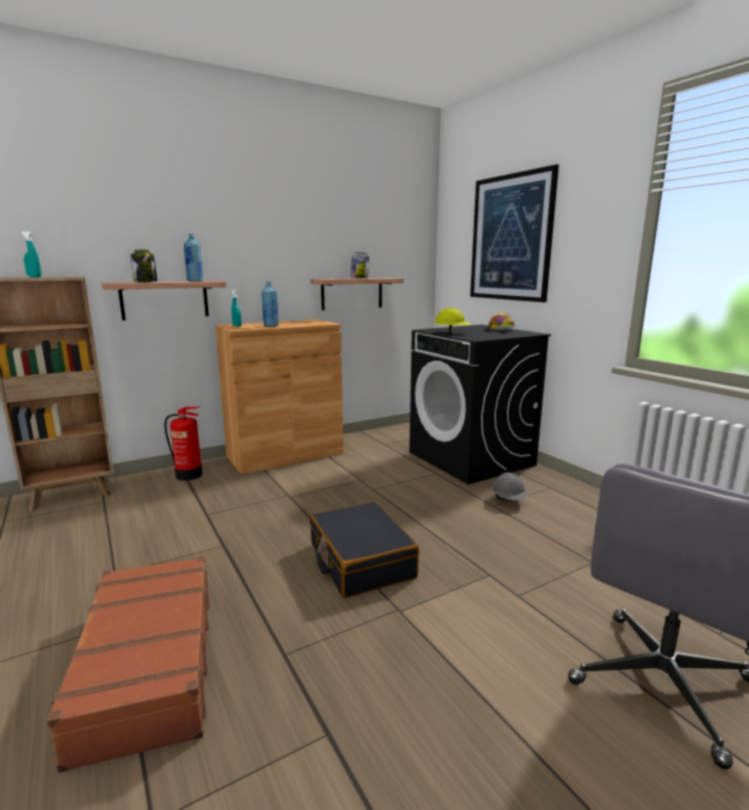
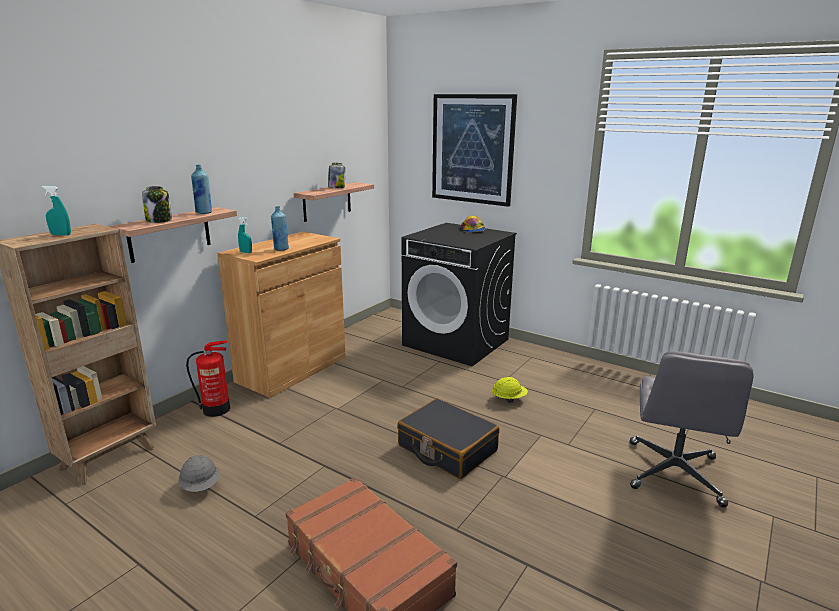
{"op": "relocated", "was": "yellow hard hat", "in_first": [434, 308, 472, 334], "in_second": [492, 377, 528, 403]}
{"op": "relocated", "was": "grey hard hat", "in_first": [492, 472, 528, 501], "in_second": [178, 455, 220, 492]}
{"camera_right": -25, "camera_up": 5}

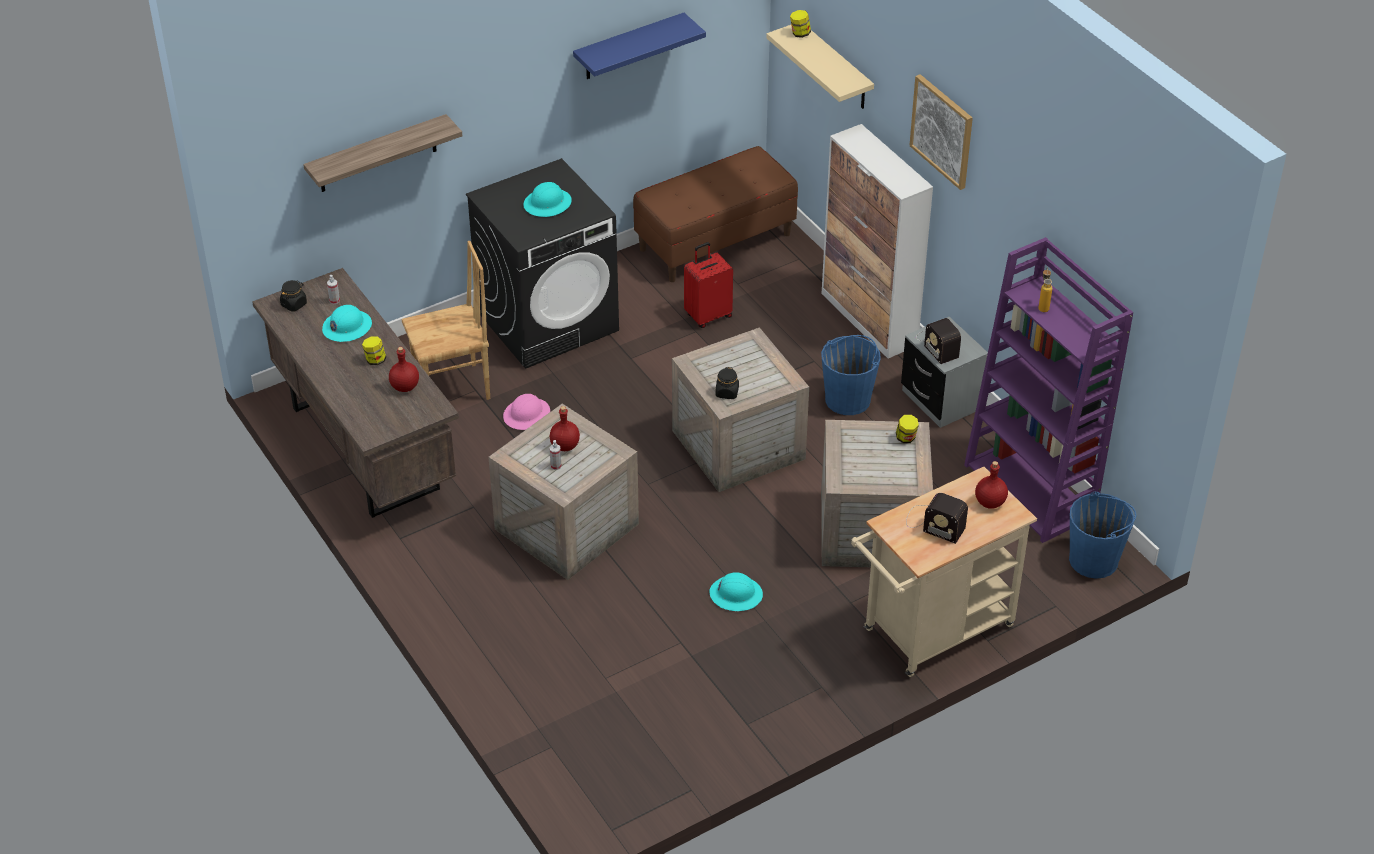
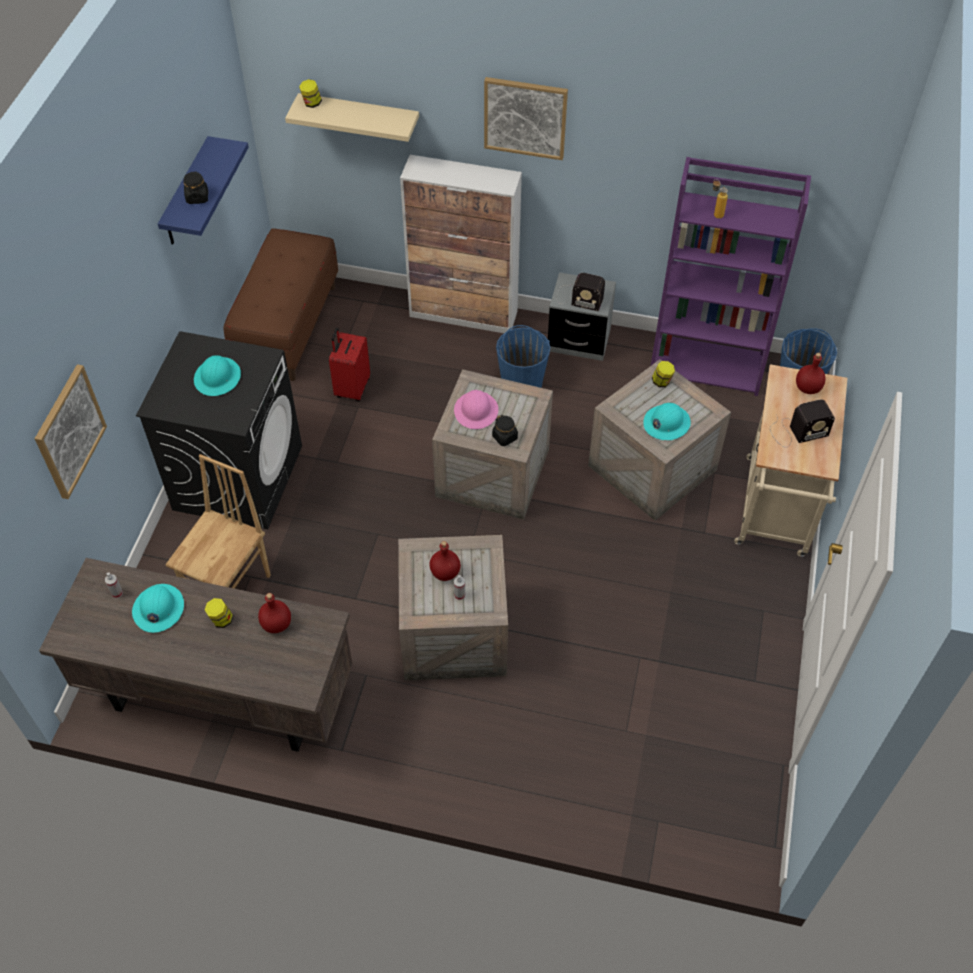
{"op": "exchanged", "was": "shelf", "now": "picture", "in_first": [303, 114, 462, 192], "in_second": [35, 364, 107, 499]}
{"op": "relocated", "was": "black jar", "in_first": [280, 280, 307, 312], "in_second": [183, 171, 208, 204]}
{"op": "relocated", "was": "pink hard hat", "in_first": [503, 394, 550, 430], "in_second": [454, 390, 498, 429]}
{"op": "relocated", "was": "turquoise hard hat", "in_first": [709, 572, 763, 611], "in_second": [643, 403, 691, 440]}
{"camera_right": -45, "camera_up": 10}

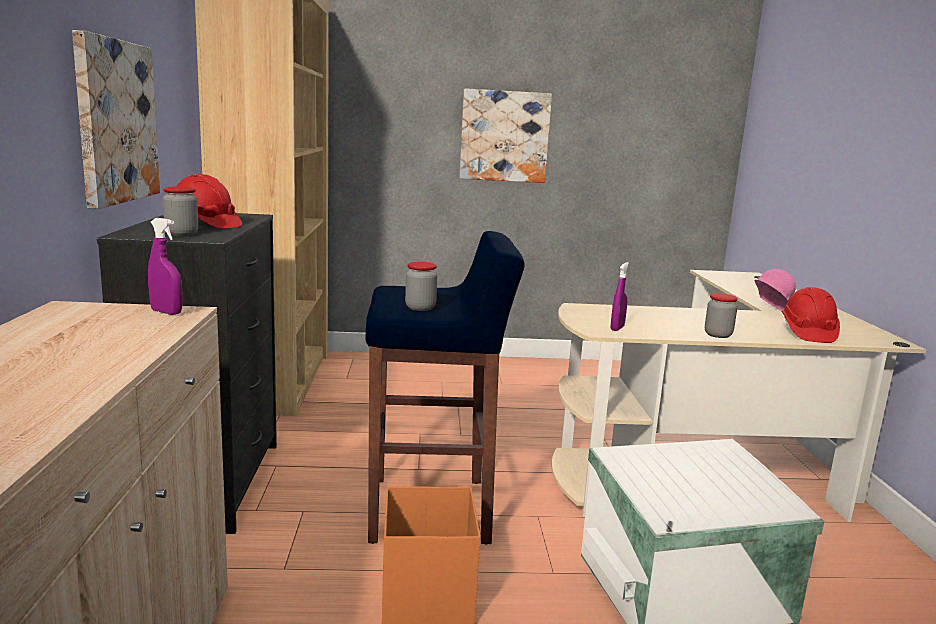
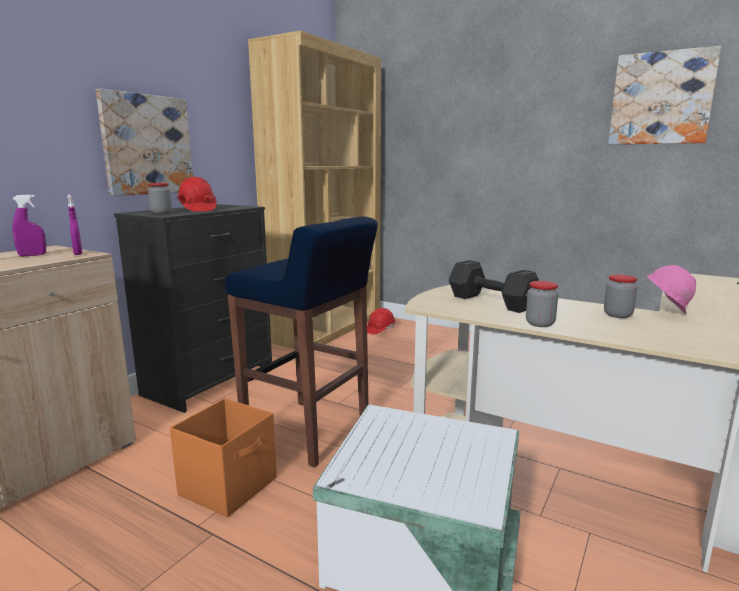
{"op": "relocated", "was": "picture", "in_first": [459, 88, 552, 183], "in_second": [608, 46, 721, 145]}
{"op": "relocated", "was": "jar", "in_first": [405, 262, 437, 311], "in_second": [604, 274, 637, 318]}
{"op": "relocated", "was": "purple spray bottle", "in_first": [611, 262, 629, 331], "in_second": [12, 195, 46, 256]}
{"op": "relocated", "was": "red hard hat", "in_first": [782, 287, 840, 343], "in_second": [367, 308, 396, 335]}
{"op": "appeared", "now": "black dumbbell", "in_second": [449, 260, 539, 313]}
{"camera_right": 35, "camera_up": 0}

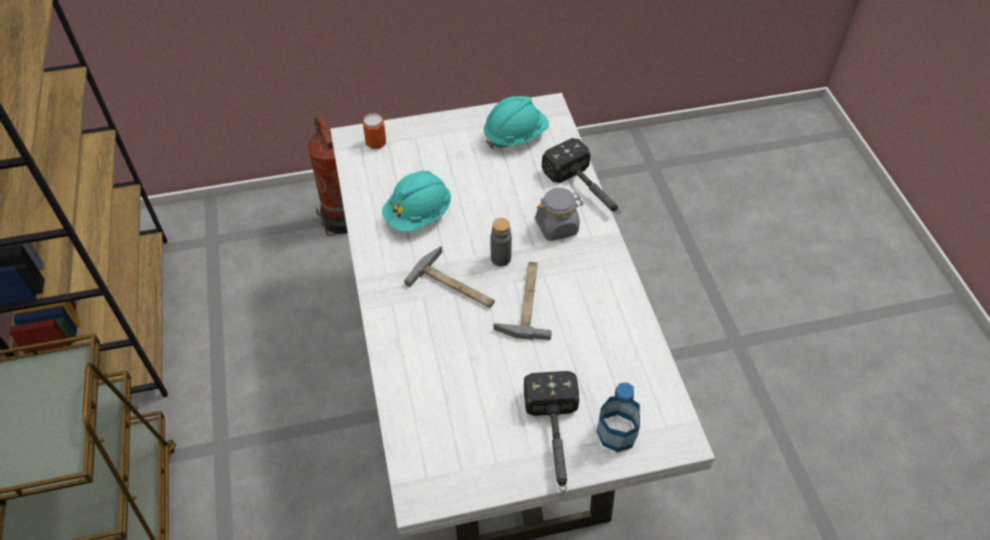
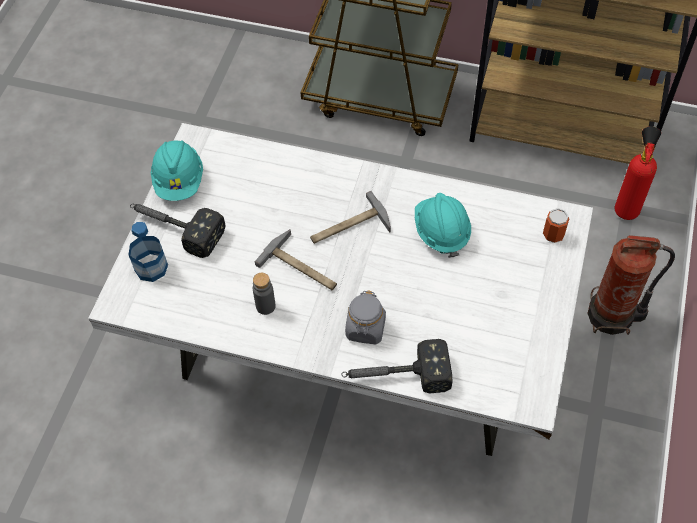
{"op": "relocated", "was": "turquoise hard hat", "in_first": [484, 96, 549, 149], "in_second": [151, 140, 203, 201]}
{"op": "relocated", "was": "grey bottle", "in_first": [491, 218, 512, 266], "in_second": [253, 273, 276, 315]}
{"op": "appeared", "now": "fire extinguisher", "in_second": [615, 126, 661, 220]}
{"camera_right": 120, "camera_up": 5}

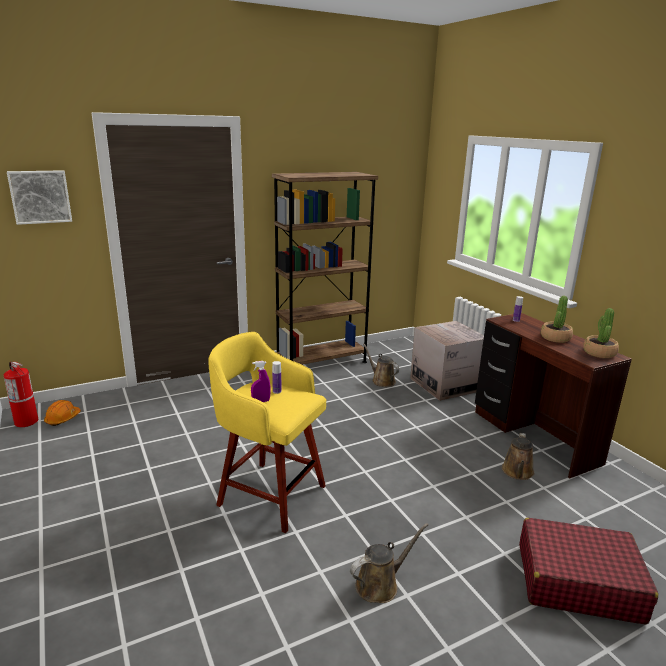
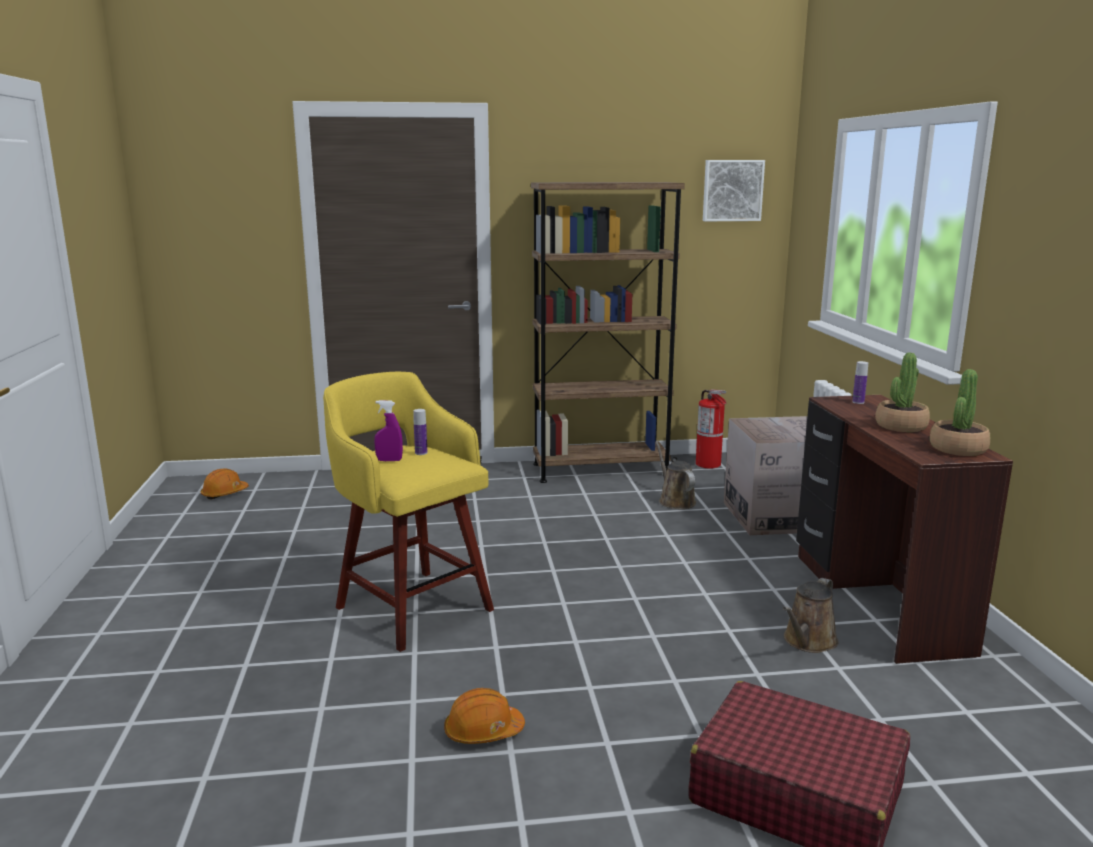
{"op": "relocated", "was": "picture", "in_first": [7, 170, 72, 225], "in_second": [703, 160, 765, 221]}
{"op": "relocated", "was": "fire extinguisher", "in_first": [4, 362, 38, 427], "in_second": [696, 389, 727, 468]}
{"op": "exchanged", "was": "brown watering can", "now": "orange hard hat", "in_first": [350, 523, 428, 603], "in_second": [444, 688, 525, 744]}
{"camera_right": 20, "camera_up": -5}

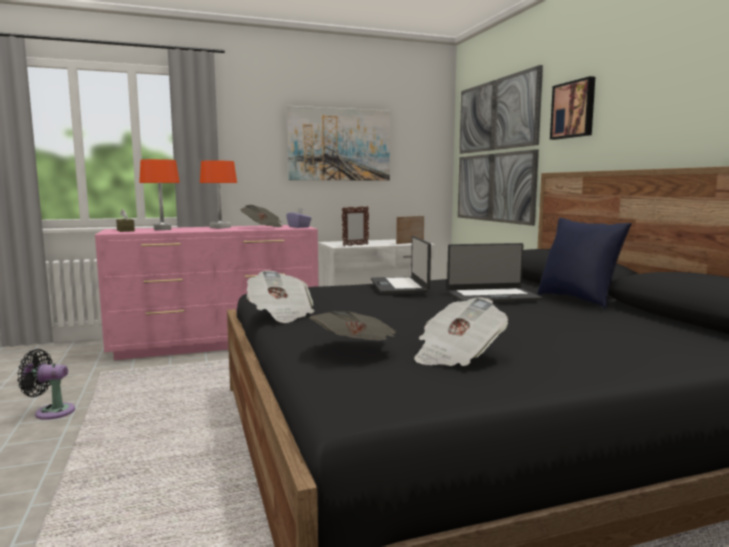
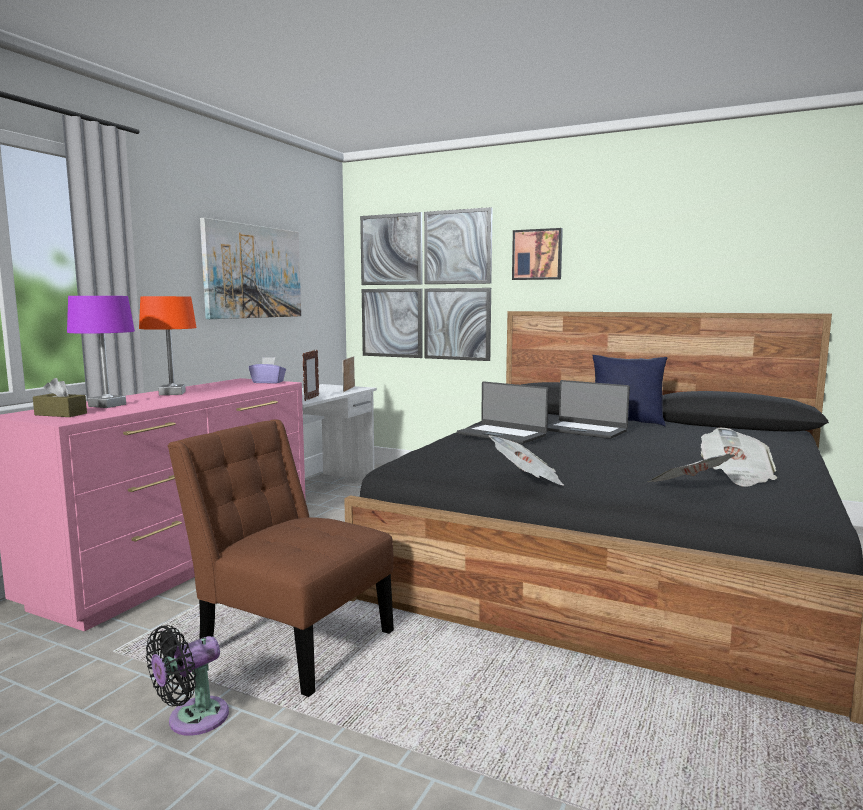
{"op": "colour", "was": "orange table lamp", "now": "purple table lamp", "in_first": [139, 159, 180, 230], "in_second": [67, 296, 135, 408]}
{"op": "missing", "was": "newspaper", "in_first": [241, 205, 283, 227]}
{"op": "spun", "was": "laptop", "in_first": [447, 243, 542, 302], "in_second": [547, 380, 630, 439], "clockwise": 90}
{"op": "appeared", "now": "brown chair", "in_second": [167, 420, 394, 697]}
{"camera_right": -45, "camera_up": 0}

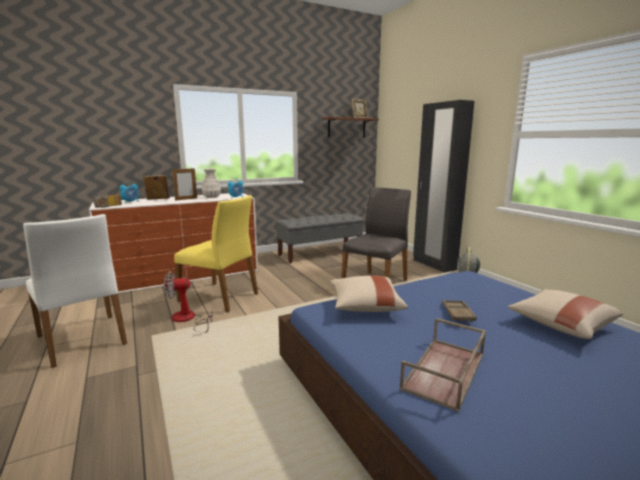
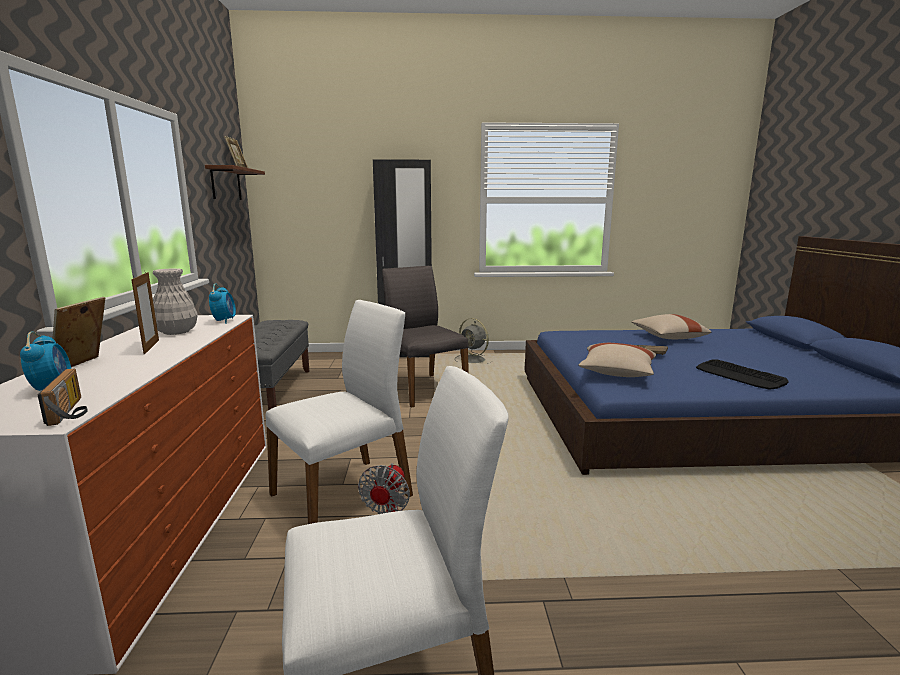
{"op": "colour", "was": "yellow chair", "now": "white chair", "in_first": [174, 195, 258, 312], "in_second": [266, 300, 413, 524]}
{"op": "exchanged", "was": "brown tray", "now": "keyboard", "in_first": [400, 318, 486, 412], "in_second": [696, 359, 789, 390]}
{"camera_right": -65, "camera_up": 0}

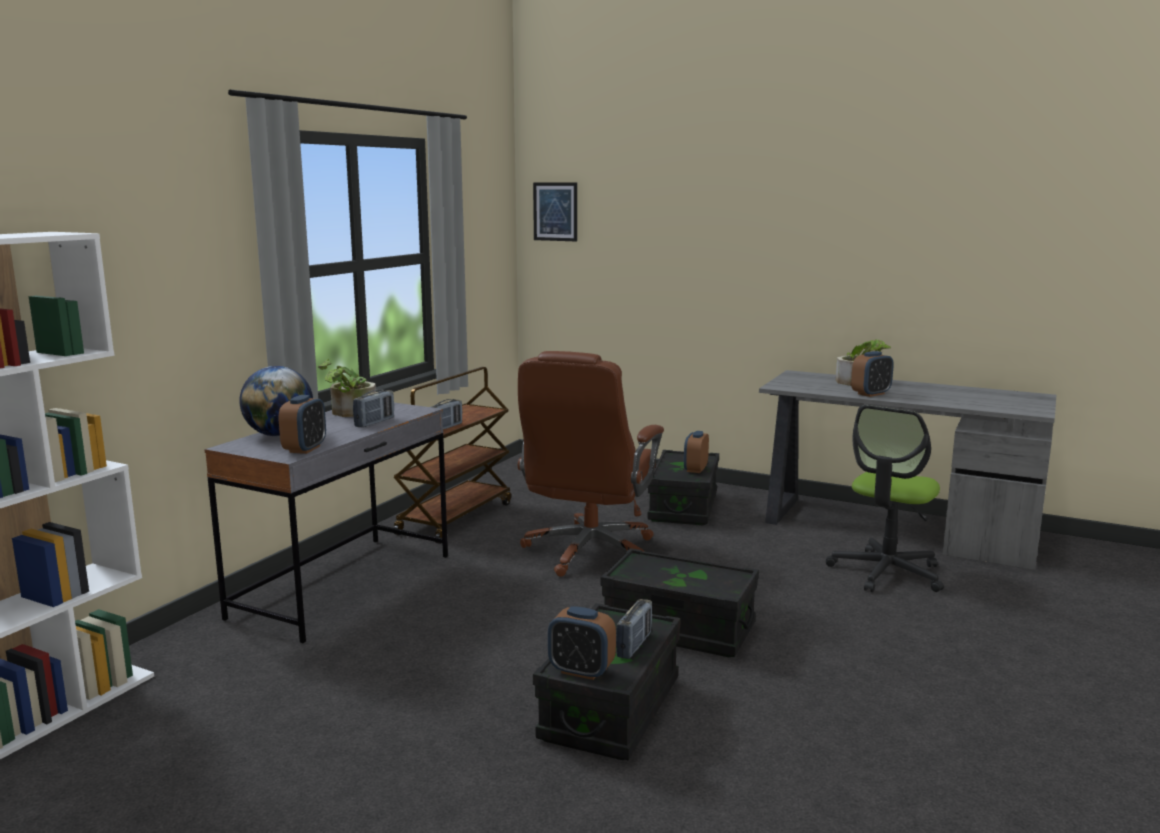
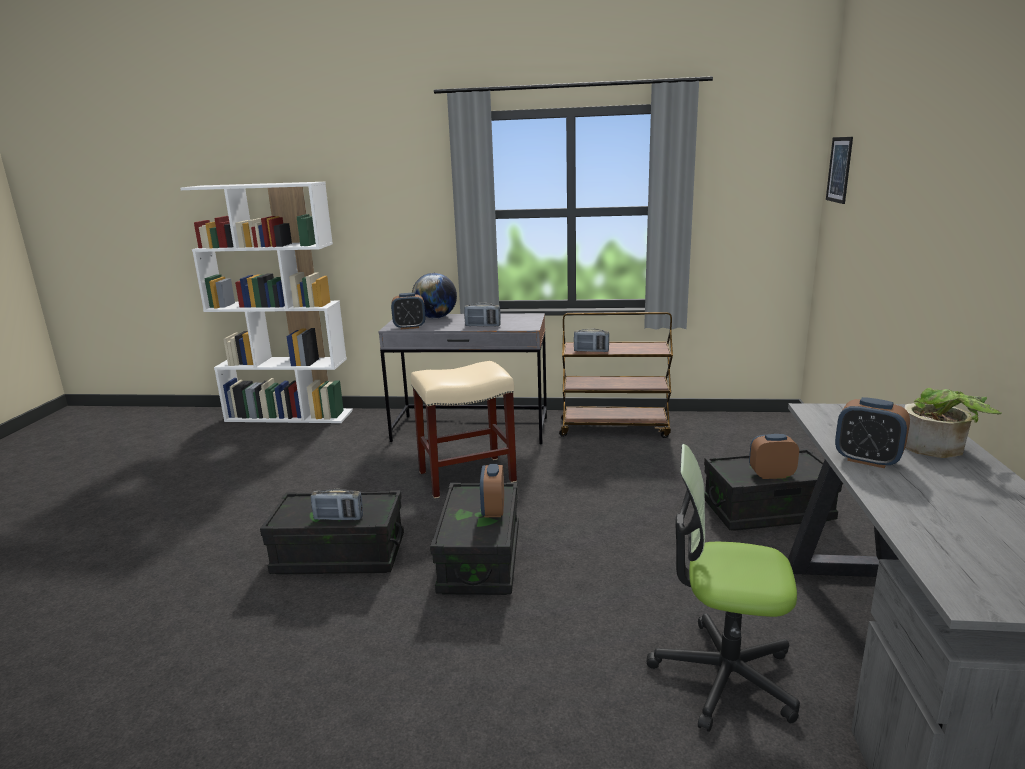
{"op": "missing", "was": "brown office chair", "in_first": [518, 351, 664, 577]}
{"op": "missing", "was": "potted plant", "in_first": [318, 359, 376, 417]}
{"op": "relocated", "was": "alarm clock", "in_first": [548, 606, 616, 680], "in_second": [480, 464, 504, 517]}
{"op": "appeared", "now": "beige stool", "in_second": [411, 361, 517, 498]}
{"camera_right": 70, "camera_up": 5}

